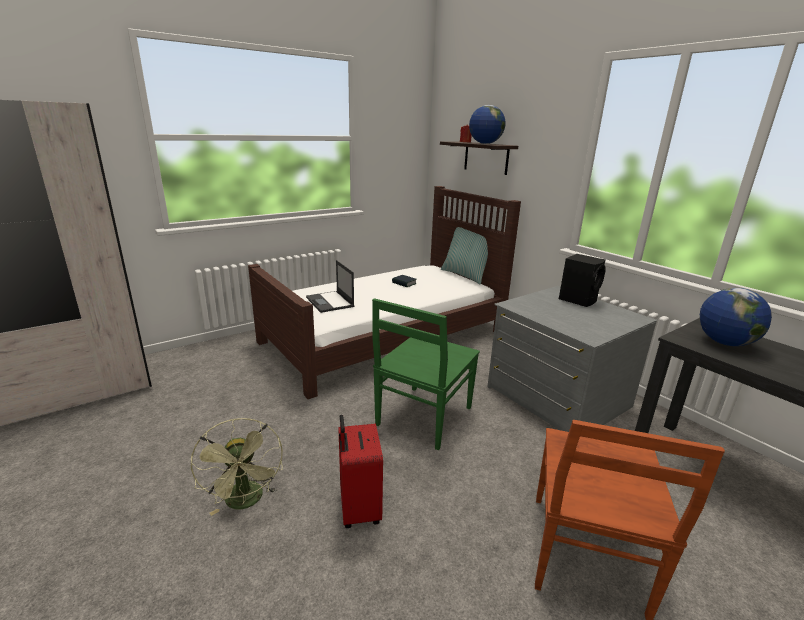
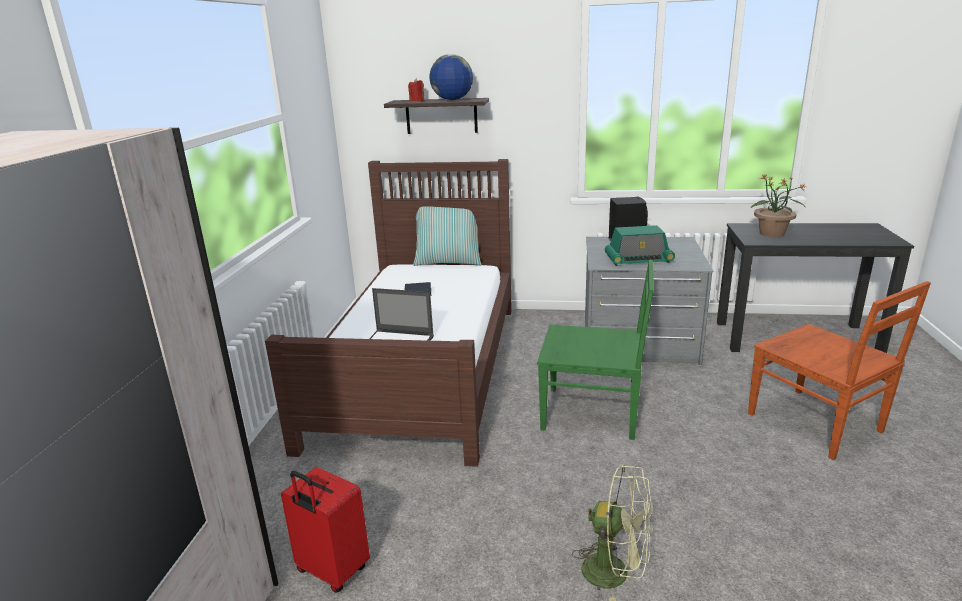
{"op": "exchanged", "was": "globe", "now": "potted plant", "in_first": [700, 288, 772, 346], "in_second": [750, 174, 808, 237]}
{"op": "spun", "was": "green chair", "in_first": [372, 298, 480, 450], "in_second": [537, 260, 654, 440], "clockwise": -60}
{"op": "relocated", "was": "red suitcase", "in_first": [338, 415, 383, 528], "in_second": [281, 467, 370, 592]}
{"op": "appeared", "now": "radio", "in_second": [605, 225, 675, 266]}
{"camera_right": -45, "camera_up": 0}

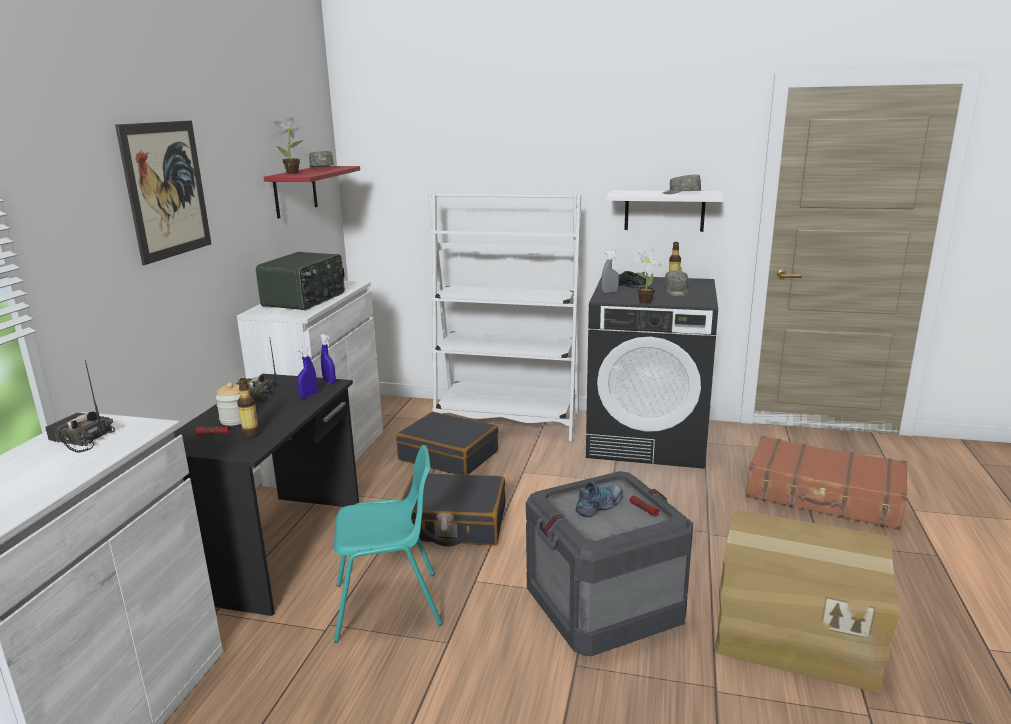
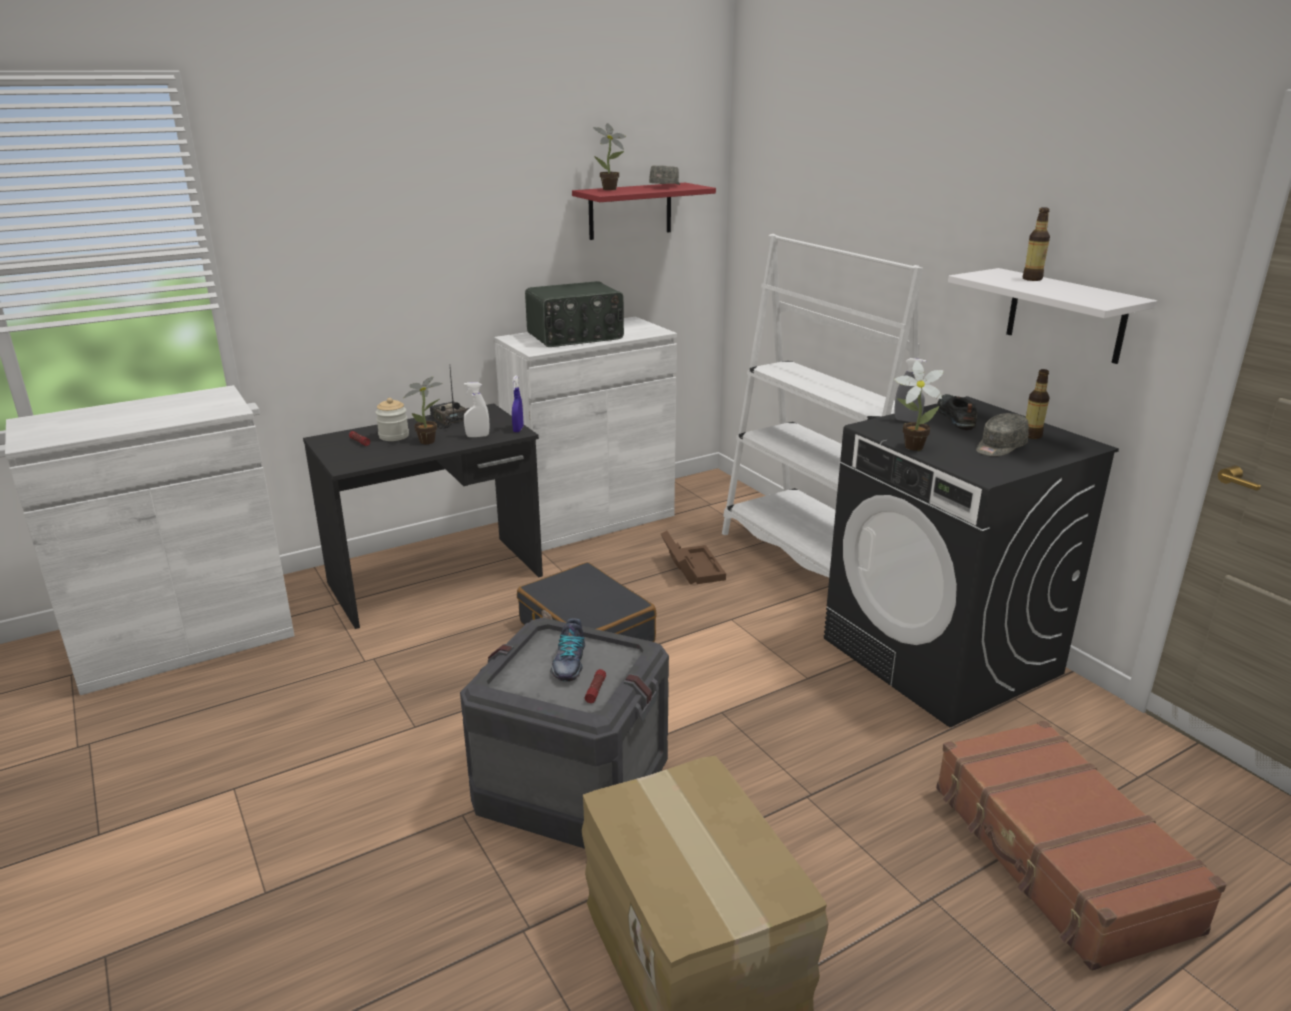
{"op": "missing", "was": "picture", "in_first": [115, 121, 211, 265]}
{"op": "missing", "was": "grey cap", "in_first": [662, 175, 701, 194]}
{"op": "colour", "was": "blue spray bottle", "now": "white spray bottle", "in_first": [296, 346, 317, 399], "in_second": [464, 382, 489, 437]}
{"op": "missing", "was": "radio", "in_first": [45, 360, 115, 453]}
{"op": "relocated", "was": "bottle", "in_first": [237, 378, 260, 438], "in_second": [1023, 207, 1050, 281]}
{"op": "exchanged", "was": "black suitcase", "now": "brown storage box", "in_first": [396, 412, 499, 475], "in_second": [661, 531, 726, 585]}
{"op": "missing", "was": "turquoise chair", "in_first": [334, 445, 442, 643]}
{"op": "spun", "was": "shoe", "in_first": [575, 481, 623, 517], "in_second": [550, 618, 585, 682], "clockwise": 90}
{"op": "appeared", "now": "potted plant", "in_second": [403, 377, 443, 444]}
{"camera_right": 45, "camera_up": 5}

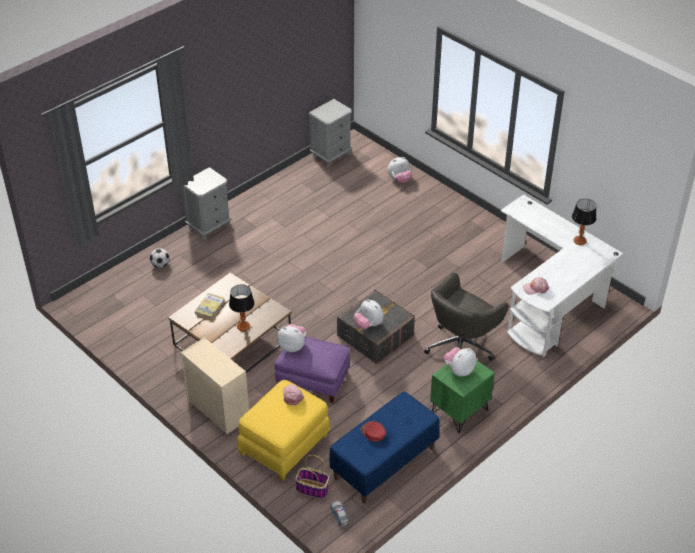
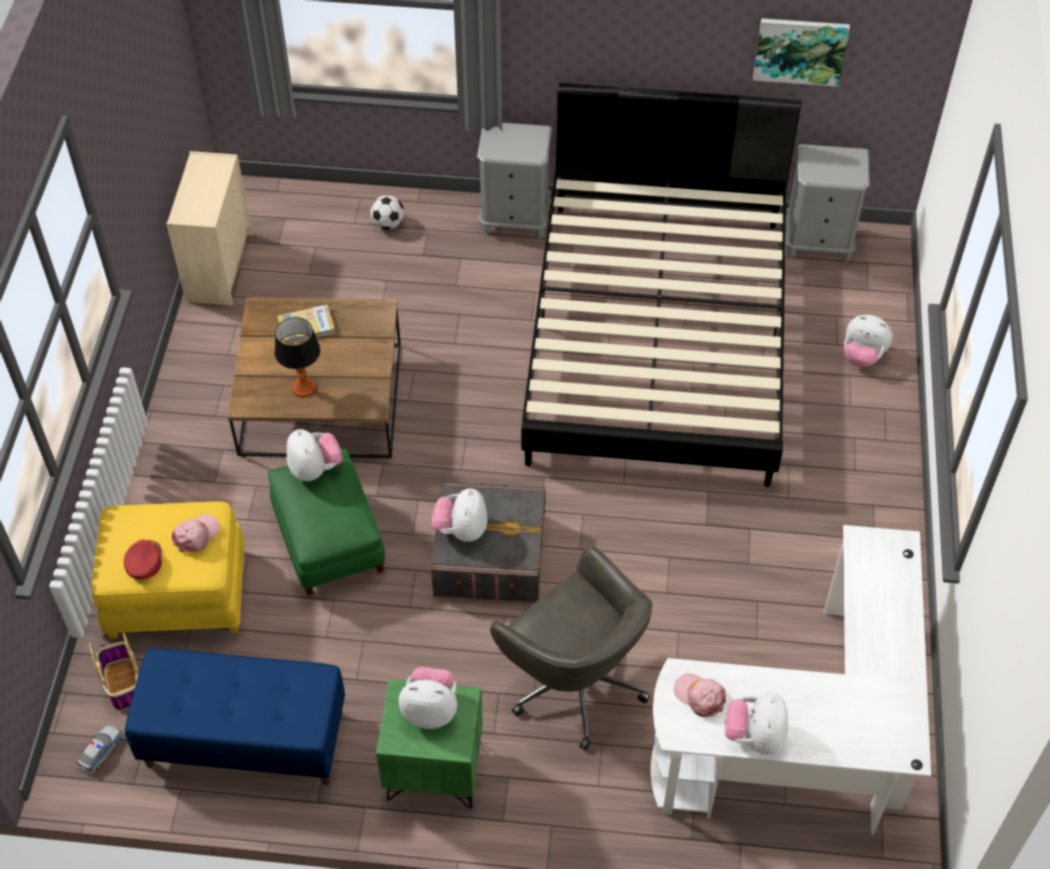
{"op": "missing", "was": "table lamp", "in_first": [572, 199, 596, 245]}
{"op": "spun", "was": "grey office chair", "in_first": [424, 273, 509, 361], "in_second": [490, 546, 652, 751], "clockwise": -135}
{"op": "relocated", "was": "beige dresser", "in_first": [181, 337, 249, 435], "in_second": [166, 151, 253, 305]}
{"op": "colour", "was": "purple ottoman", "now": "green ottoman", "in_first": [275, 337, 350, 403], "in_second": [268, 449, 385, 596]}
{"op": "relocated", "was": "red cap", "in_first": [361, 421, 386, 442], "in_second": [124, 540, 162, 580]}
{"op": "appeared", "now": "picture", "in_second": [753, 18, 850, 86]}
{"op": "appeared", "now": "black bed", "in_second": [521, 83, 801, 487]}
{"op": "appeared", "now": "plush toy", "in_second": [725, 692, 788, 755]}
{"camera_right": 50, "camera_up": 10}

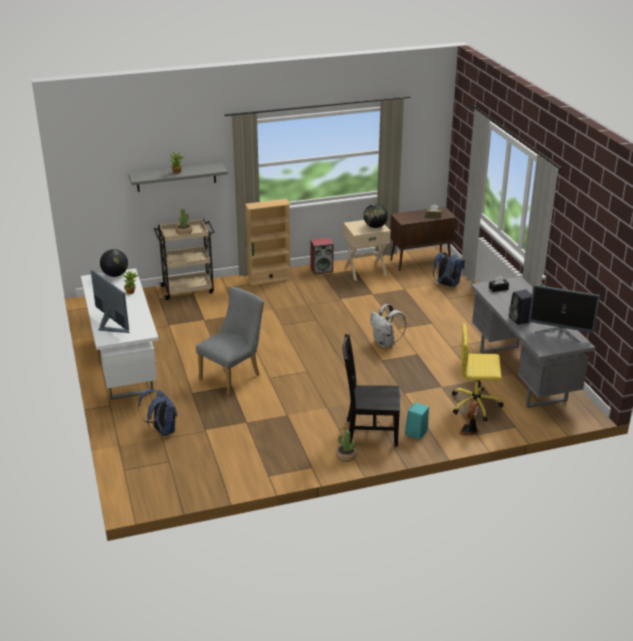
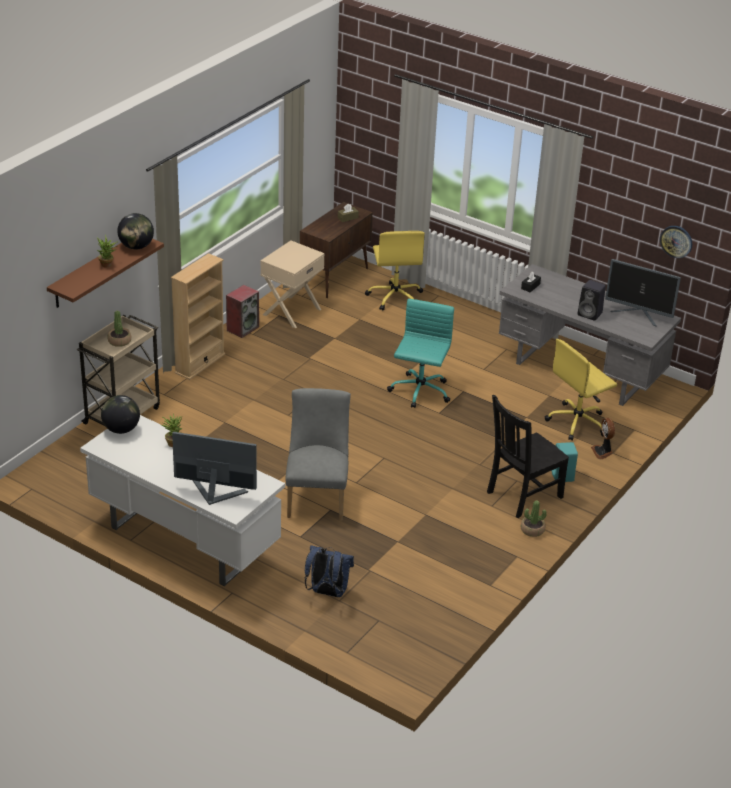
{"op": "colour", "was": "grey shelf", "now": "brown shelf", "in_first": [128, 163, 228, 192], "in_second": [47, 239, 164, 308]}
{"op": "relocated", "was": "globe", "in_first": [364, 204, 388, 228], "in_second": [117, 213, 154, 249]}
{"op": "exchanged", "was": "blue backpack", "now": "yellow office chair", "in_first": [433, 252, 465, 287], "in_second": [365, 231, 425, 310]}
{"op": "spun", "was": "monitor", "in_first": [529, 285, 600, 342], "in_second": [605, 259, 681, 327], "clockwise": 45}
{"op": "exchanged", "was": "white backpack", "now": "turquoise office chair", "in_first": [370, 304, 406, 348], "in_second": [387, 299, 454, 408]}
{"op": "appeared", "now": "wall clock", "in_second": [660, 226, 692, 258]}
{"camera_right": -40, "camera_up": 5}

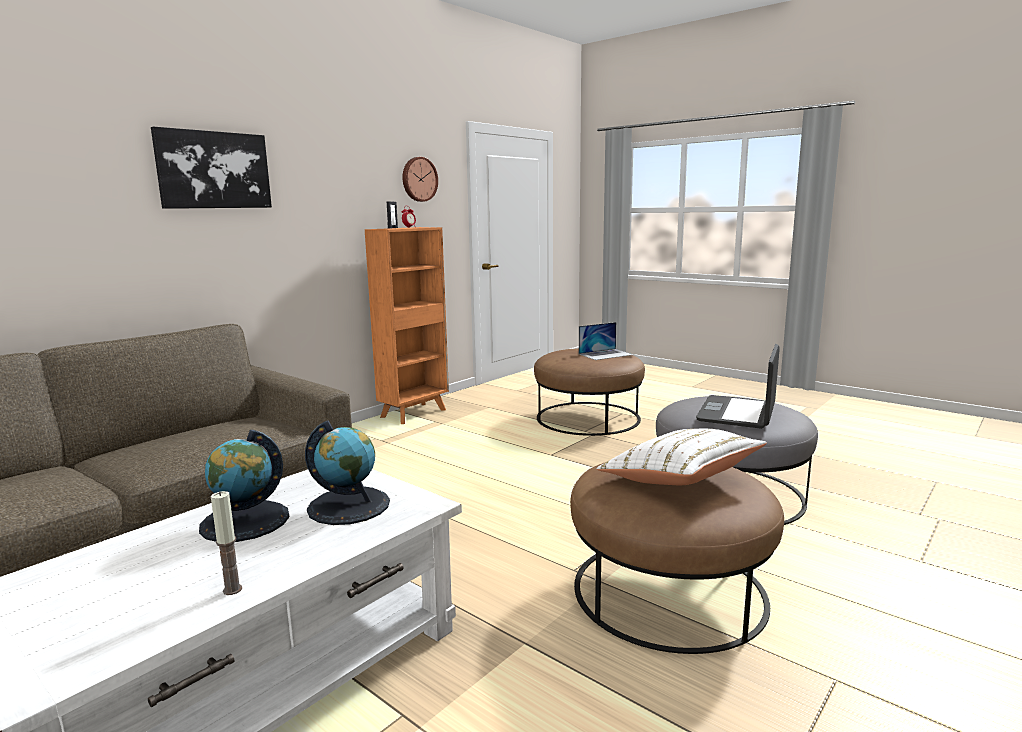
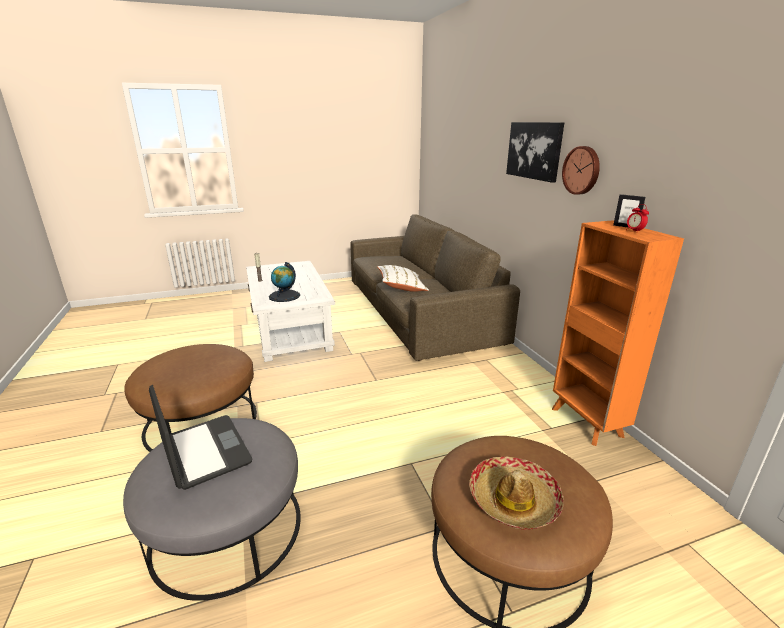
{"op": "relocated", "was": "wall clock", "in_first": [402, 157, 438, 202], "in_second": [562, 146, 600, 195]}
{"op": "exchanged", "was": "laptop", "now": "hat", "in_first": [579, 322, 633, 360], "in_second": [469, 457, 564, 530]}
{"op": "relocated", "was": "white pillow", "in_first": [596, 429, 767, 485], "in_second": [377, 265, 429, 292]}
{"op": "missing", "was": "globe", "in_first": [199, 430, 289, 542]}
{"camera_right": 120, "camera_up": 10}

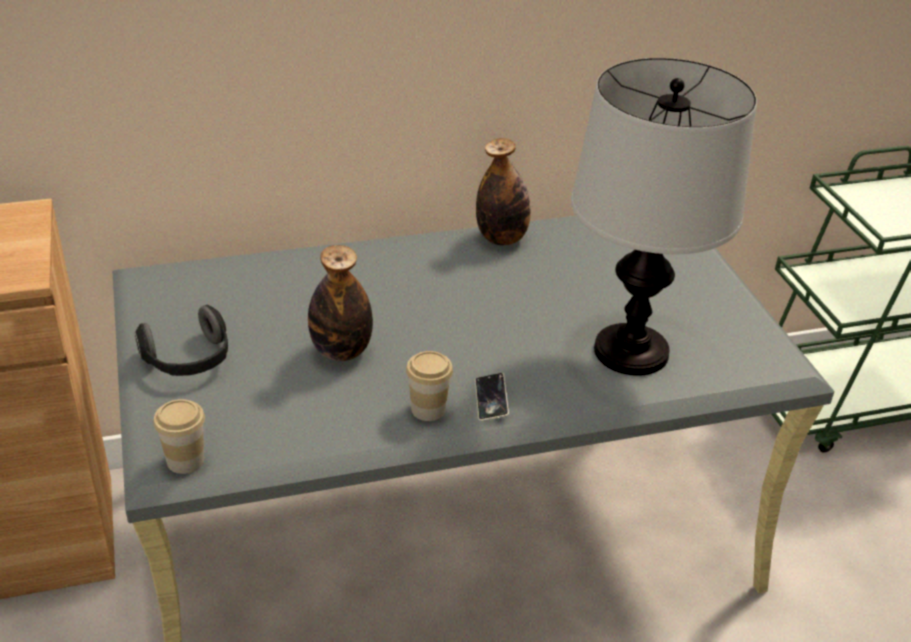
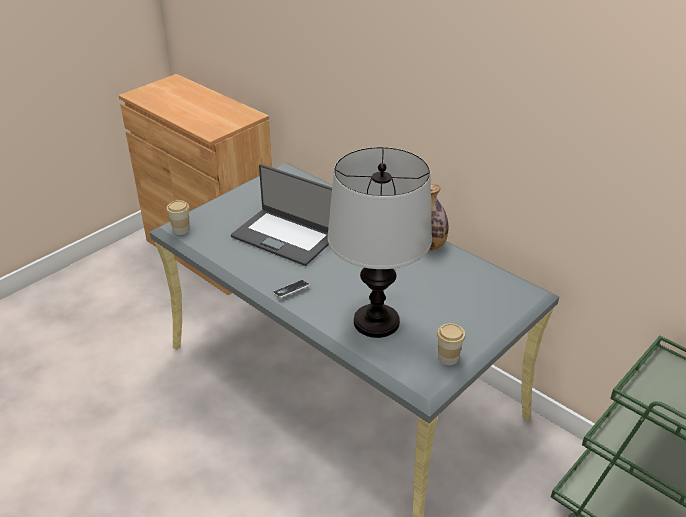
{"op": "exchanged", "was": "bottle", "now": "laptop", "in_first": [308, 245, 373, 361], "in_second": [231, 164, 332, 266]}
{"op": "missing", "was": "headphones", "in_first": [134, 305, 228, 376]}
{"op": "relocated", "was": "cup", "in_first": [406, 351, 453, 421], "in_second": [437, 323, 465, 365]}
{"camera_right": 60, "camera_up": 0}

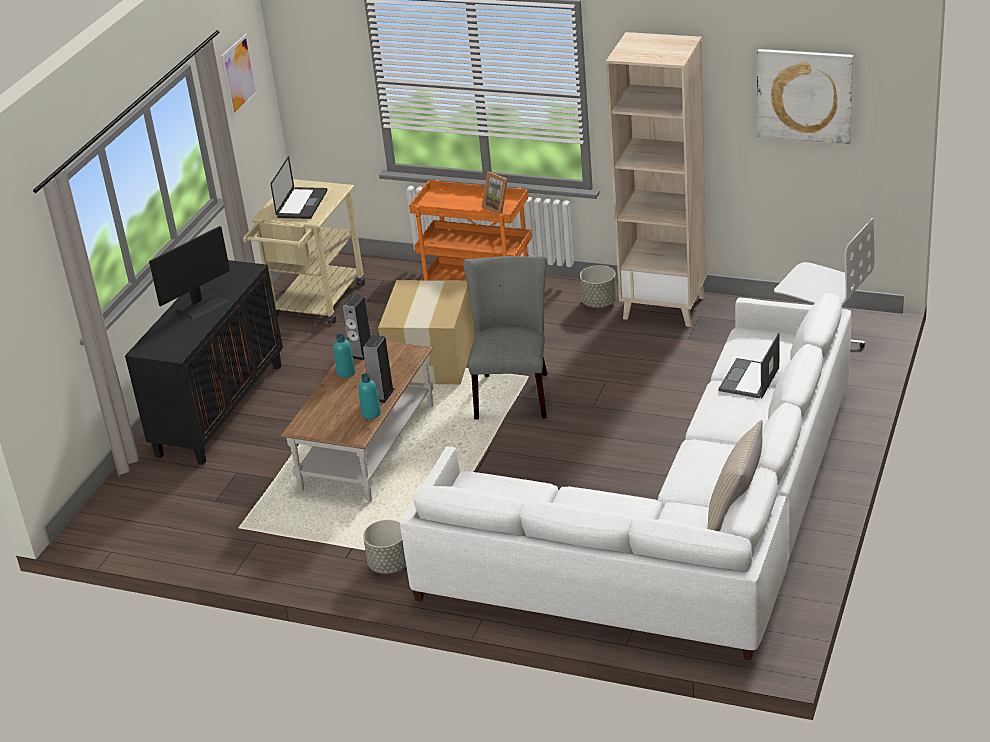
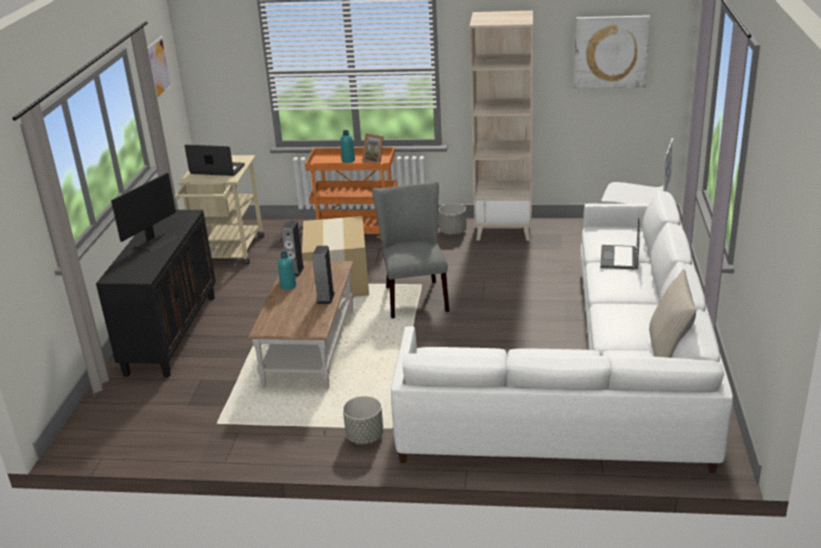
{"op": "spun", "was": "laptop", "in_first": [270, 156, 328, 219], "in_second": [185, 145, 245, 176], "clockwise": -75}
{"op": "relocated", "was": "turquoise bottle", "in_first": [358, 373, 381, 419], "in_second": [340, 130, 355, 163]}
{"camera_right": -15, "camera_up": -5}

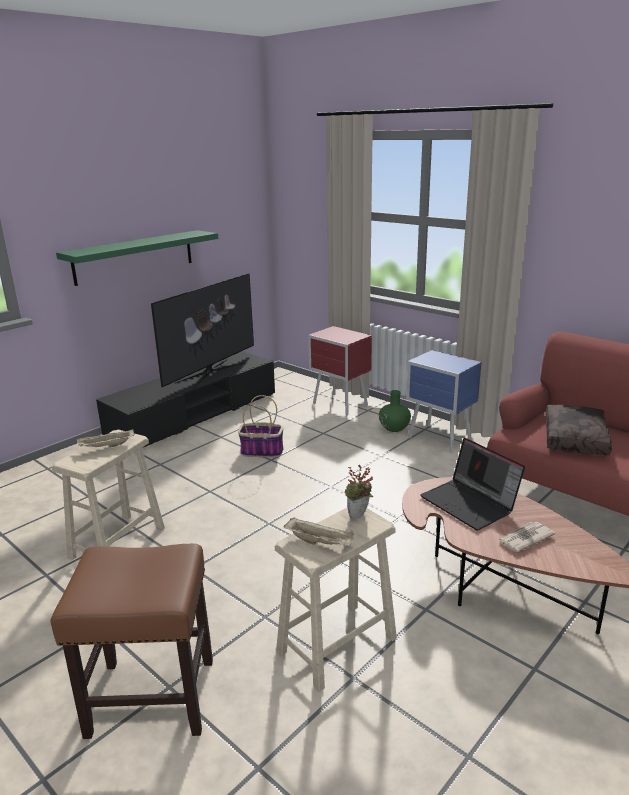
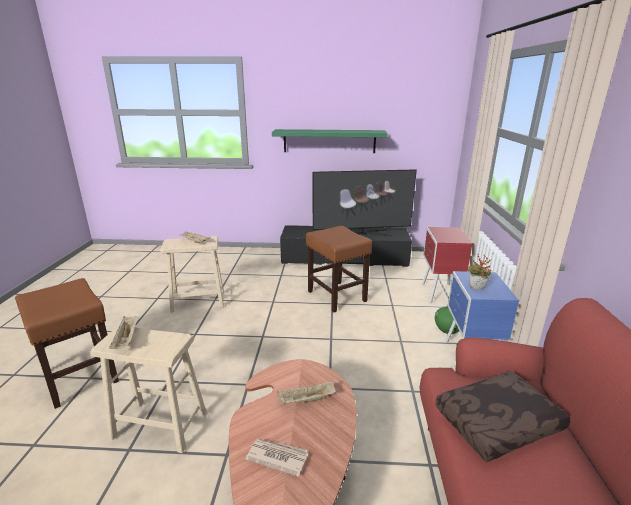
{"op": "exchanged", "was": "basket", "now": "brown stool", "in_first": [238, 395, 283, 458], "in_second": [306, 226, 372, 312]}
{"op": "exchanged", "was": "laptop", "now": "beige tray", "in_first": [420, 437, 525, 530], "in_second": [277, 382, 335, 404]}
{"op": "relocated", "was": "potted plant", "in_first": [345, 464, 373, 519], "in_second": [468, 254, 492, 290]}
{"camera_right": 50, "camera_up": 0}

